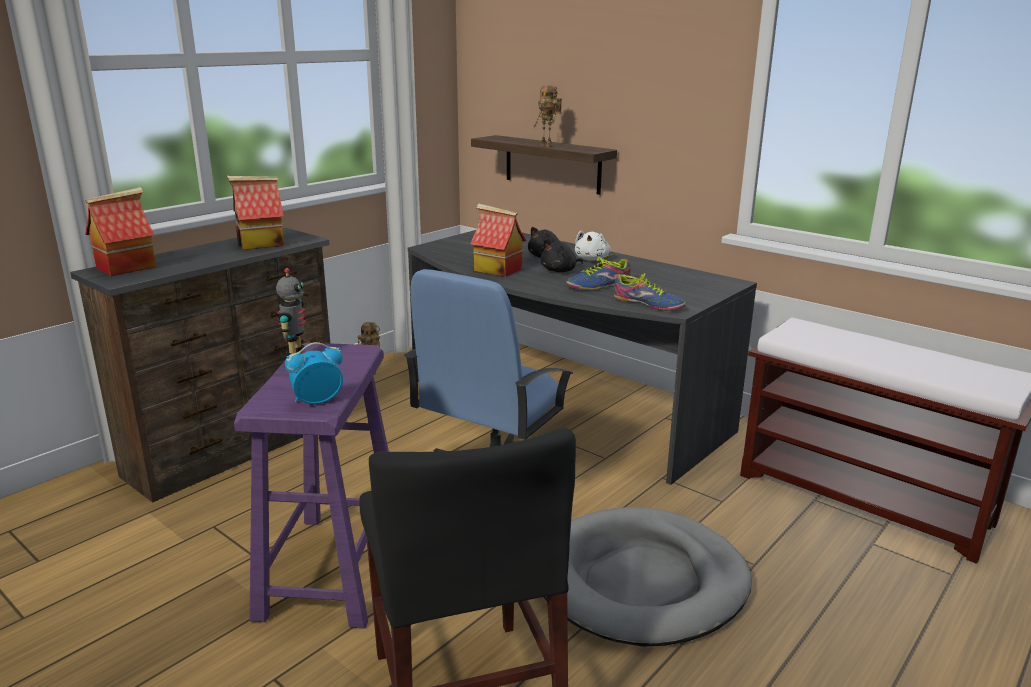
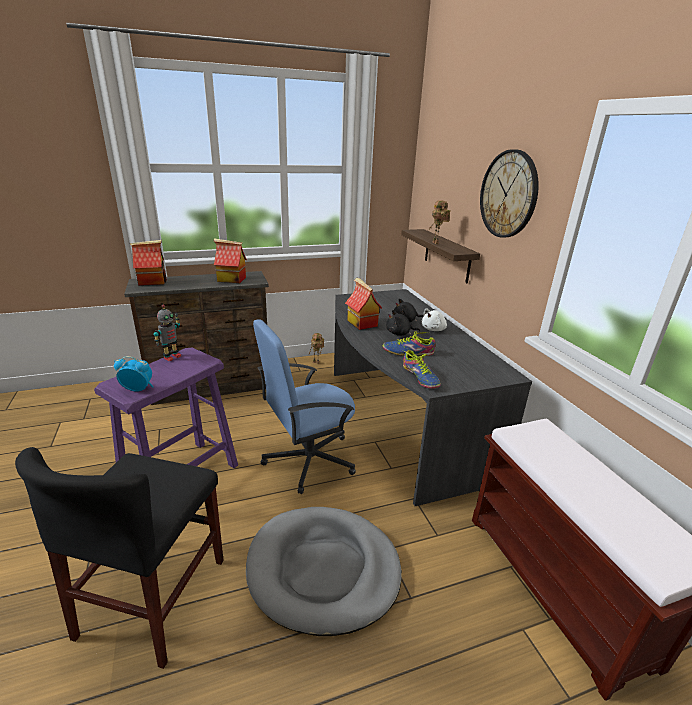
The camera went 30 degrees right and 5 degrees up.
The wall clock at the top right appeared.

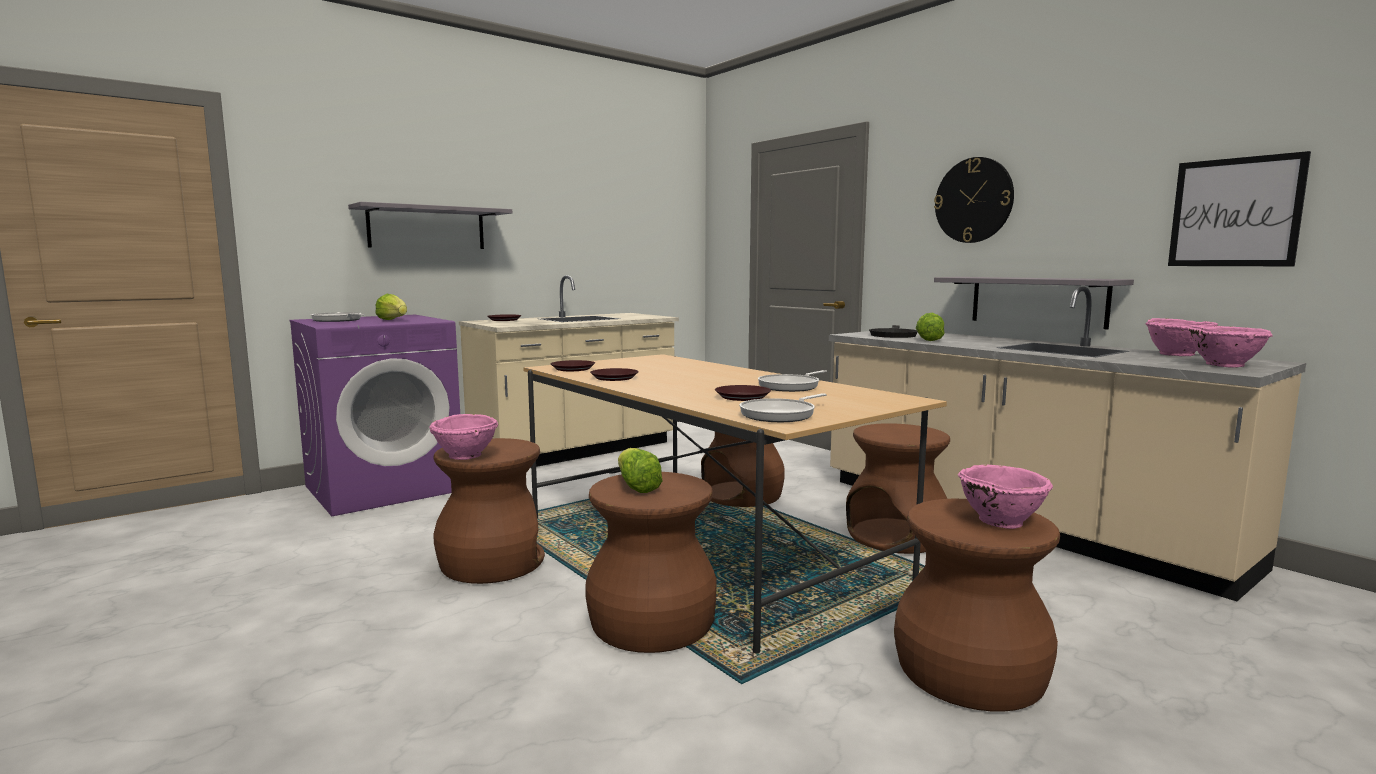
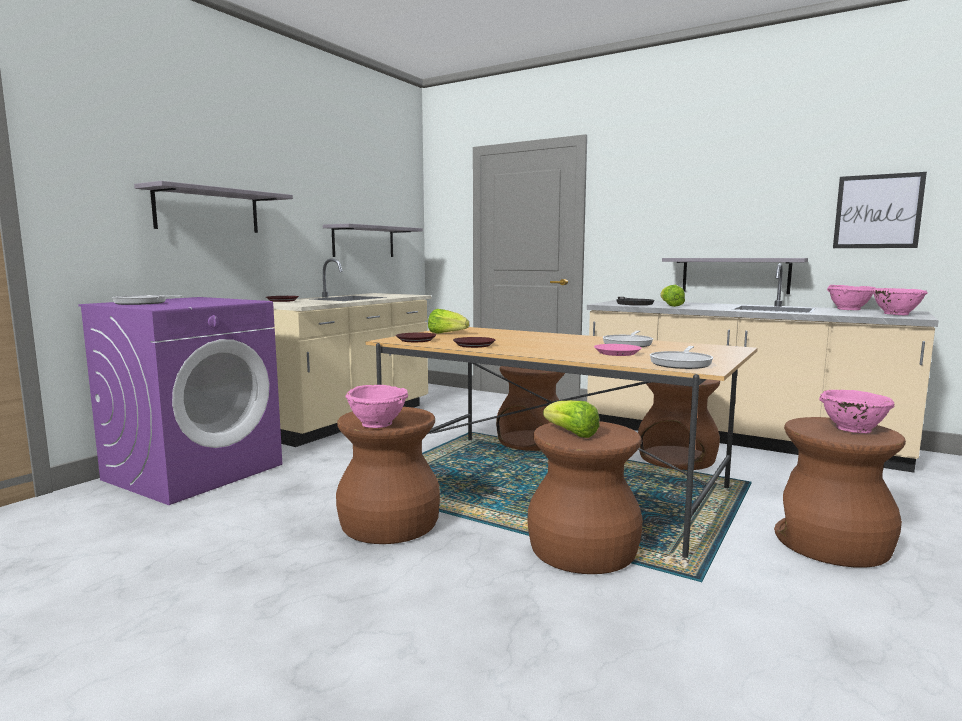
The camera went 20 degrees left and 0 degrees up.
The lettuce (no. 1 from left) moved from the middle left to the centre.
The brown plate (no. 4 from left) at the centre became the pink plate at the centre.
The wall clock at the top right disappeared.
The grey shelf (no. 2 from left) at the top centre appeared.

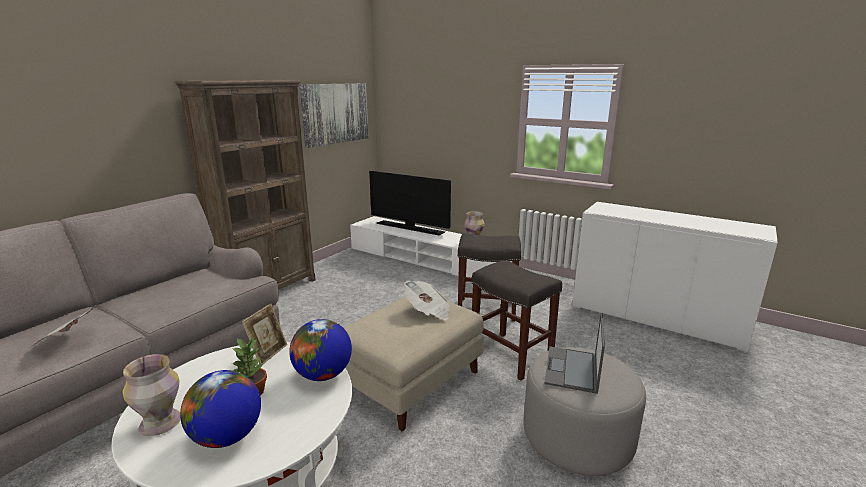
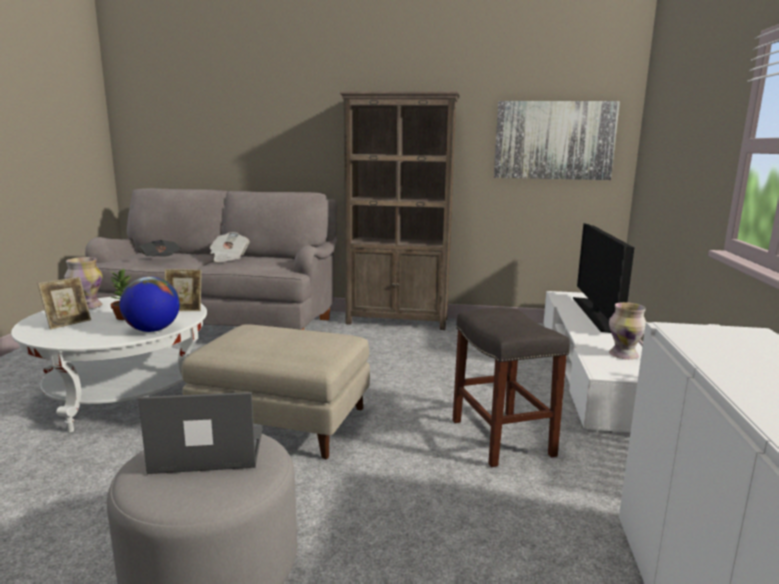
The camera went 65 degrees right and 5 degrees down.
The globe (no. 1 from left) at the bottom left was replaced by the picture frame (no. 1 from left) at the middle left.
The newspaper (no. 2 from left) moved from the centre to the middle left.
The grey stool (no. 2 from left) at the centre disappeared.

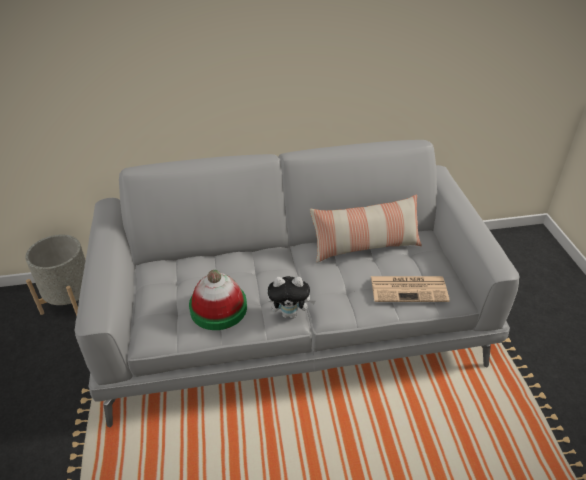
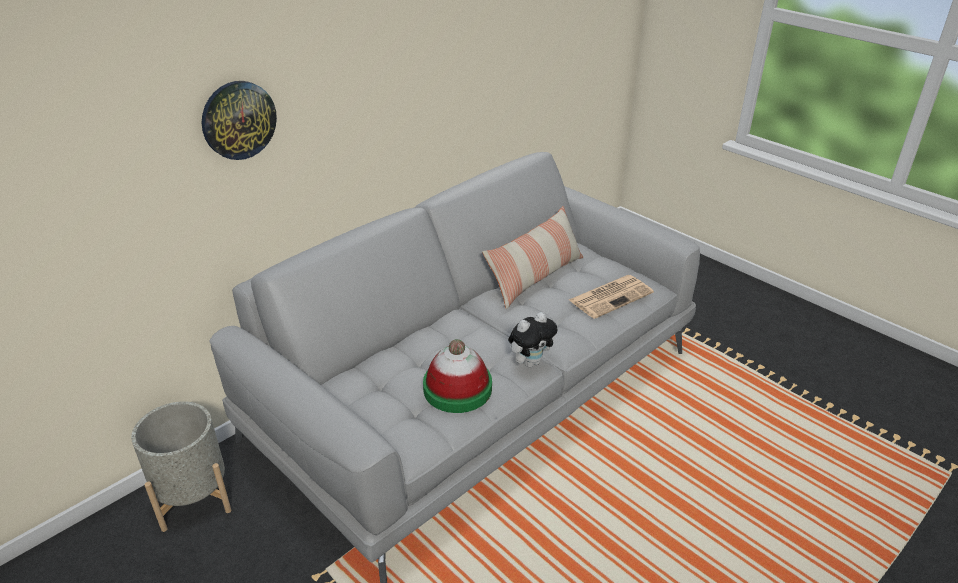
The camera went 35 degrees left and 5 degrees down.
The wall clock at the top left appeared.

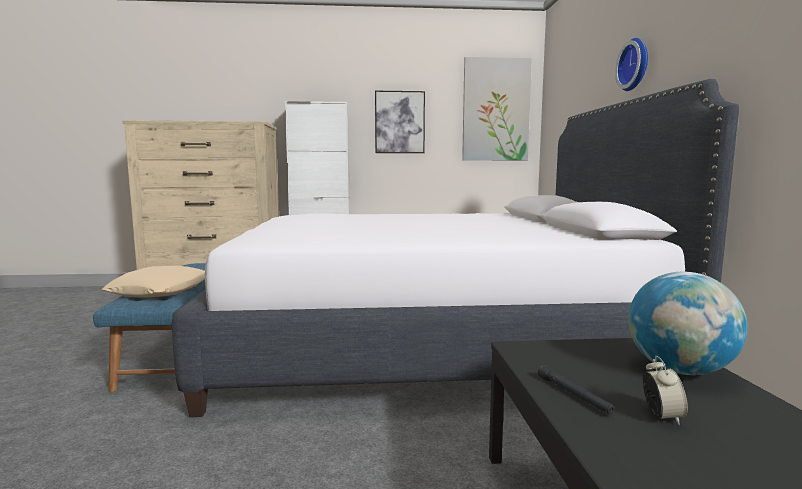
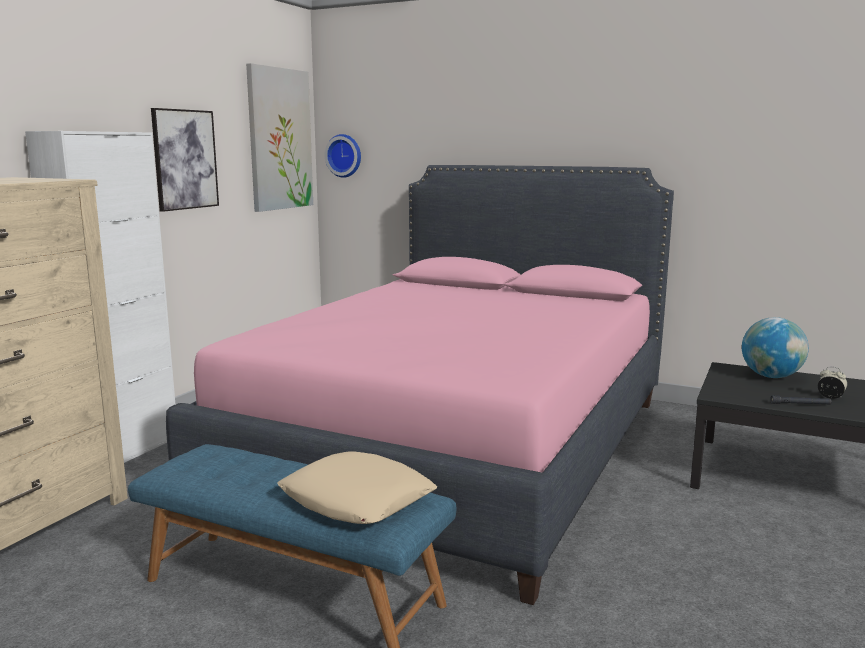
The camera went 60 degrees left and 5 degrees up.
The white bed at the centre became the pink bed at the centre.
The wall clock moved from the top right to the top centre.

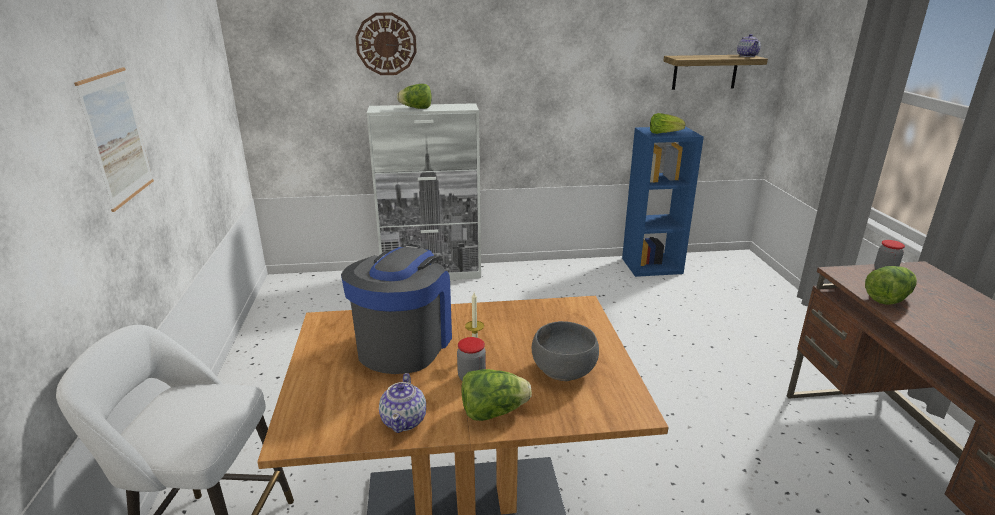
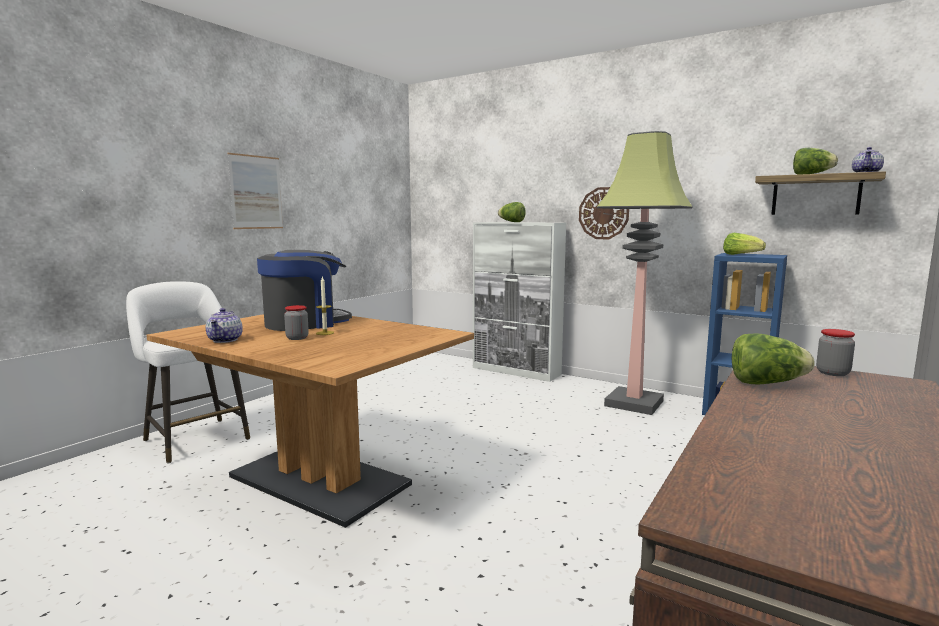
The camera went 40 degrees right and 15 degrees down.
The wall clock moved from the top centre to the centre.
The teapot (no. 1 from left) at the bottom centre turned 45 degrees counterclockwise.
The lettuce (no. 2 from left in the first image) moved from the bottom centre to the top right.
The grey bowl at the bottom centre disappeared.
The floor lamp at the middle right appeared.

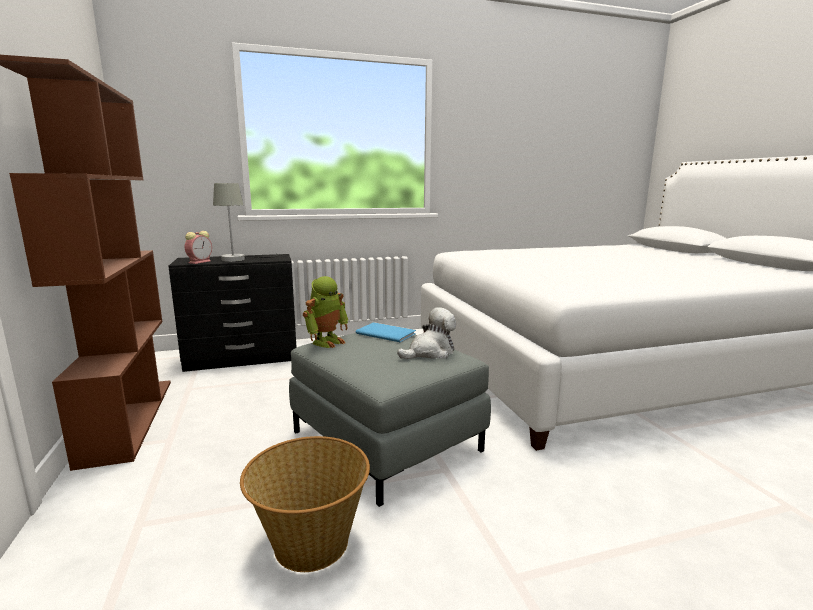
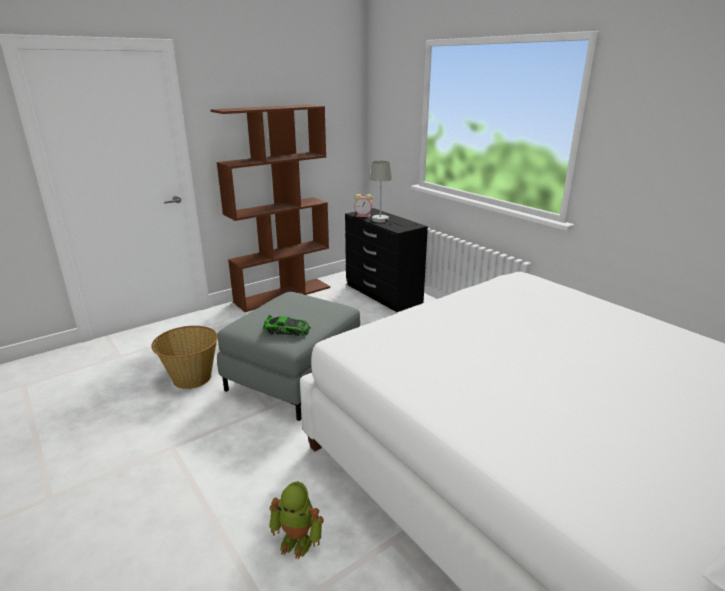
The camera went 70 degrees right and 10 degrees up.
The toy robot moved from the centre to the bottom centre.
The blue book at the centre disappeared.
The plush toy at the centre was replaced by the toy car at the centre.

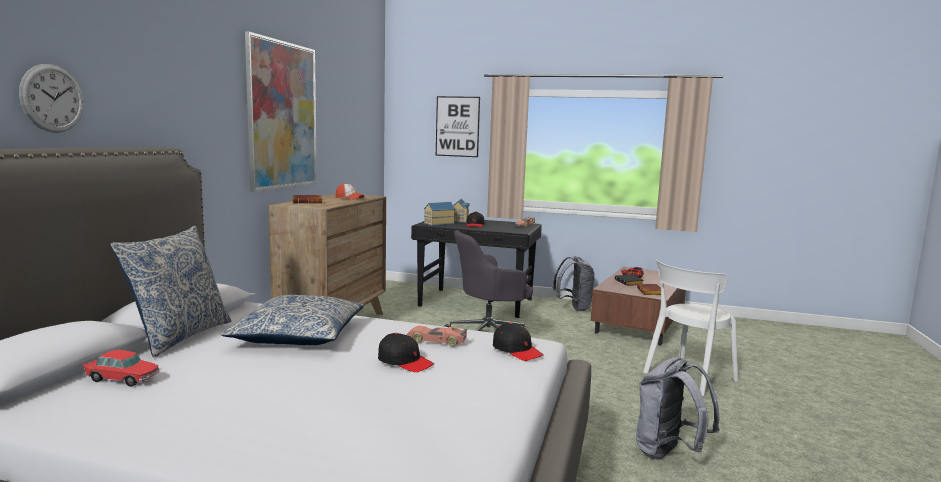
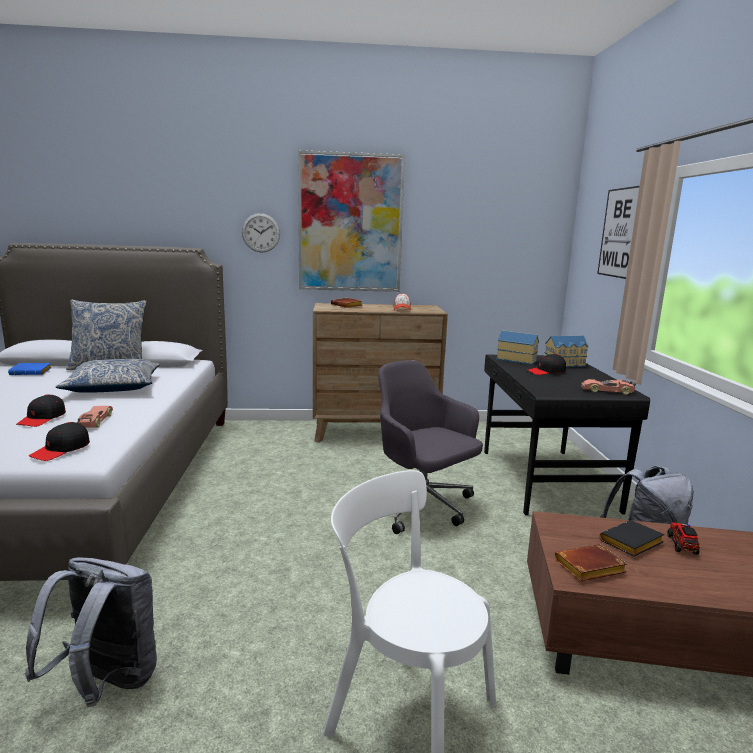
The camera went 70 degrees right and 5 degrees up.
The wall clock moved from the top left to the top centre.
The toy car (no. 1 from left) at the bottom left was replaced by the blue book at the middle left.

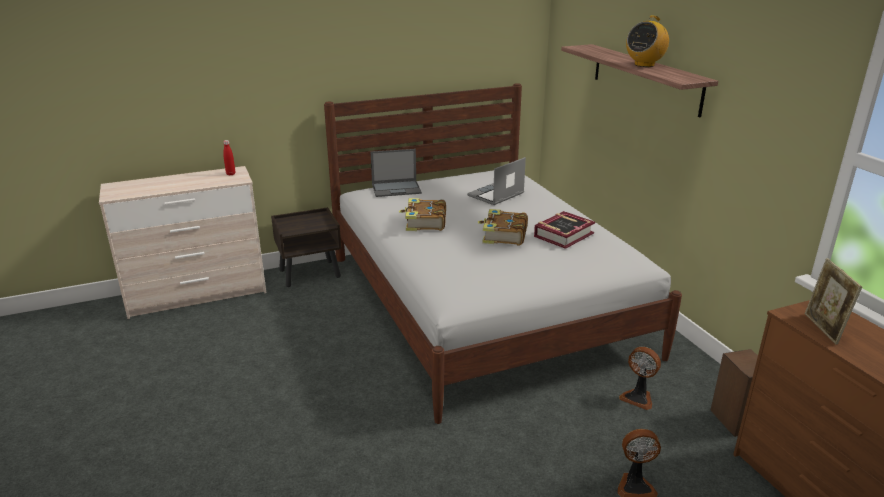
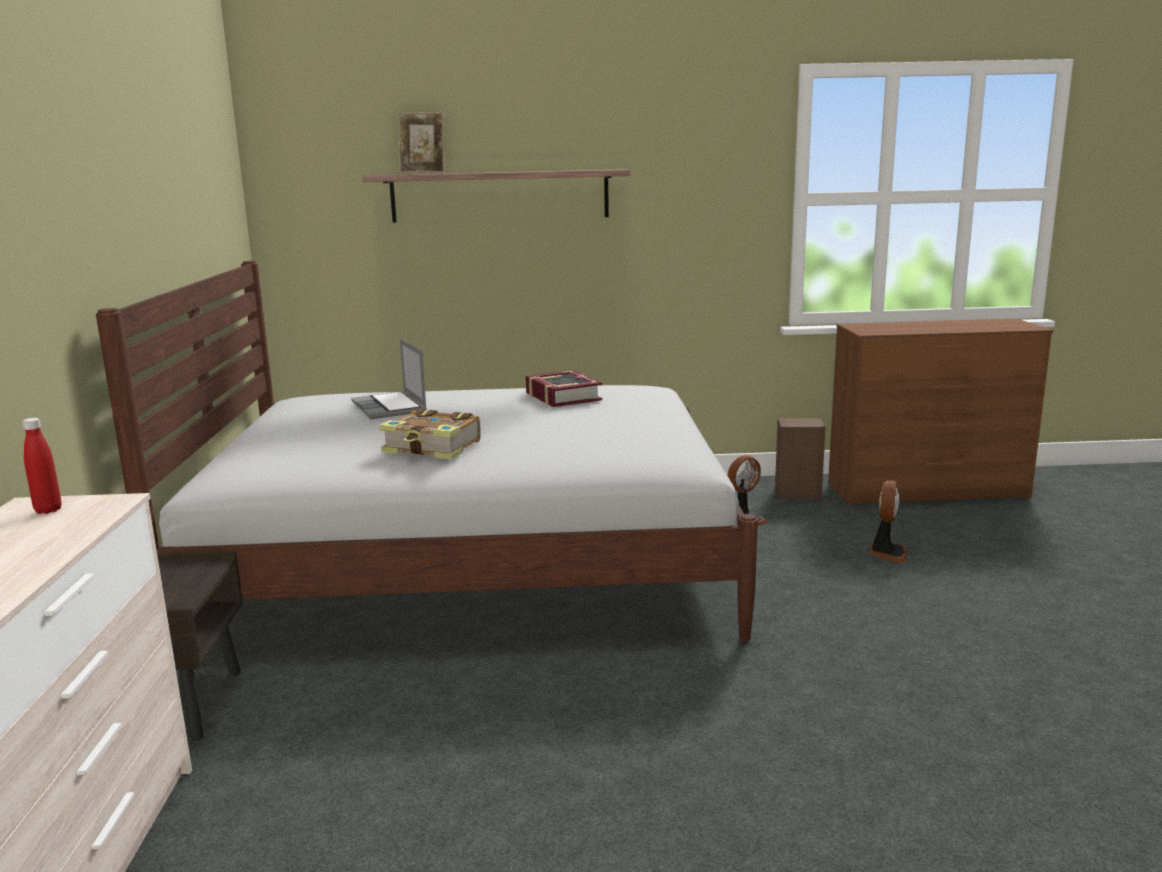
The camera went 70 degrees left and 10 degrees down.
The laptop (no. 1 from left) at the centre disappeared.
The book (no. 2 from left) at the centre disappeared.
The radio at the top right disappeared.
The picture frame moved from the middle right to the top centre.

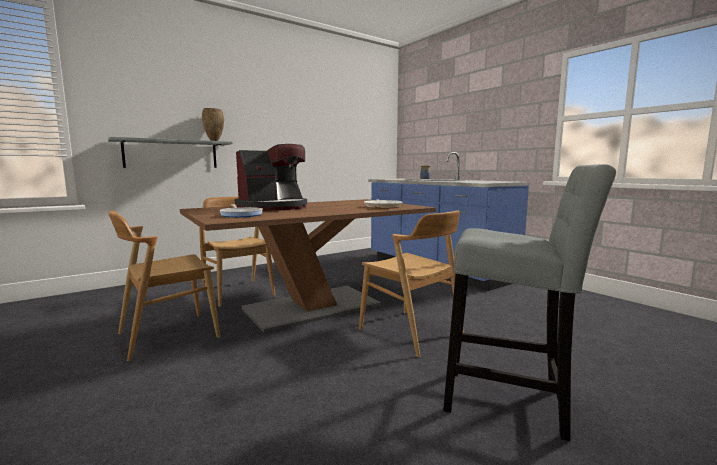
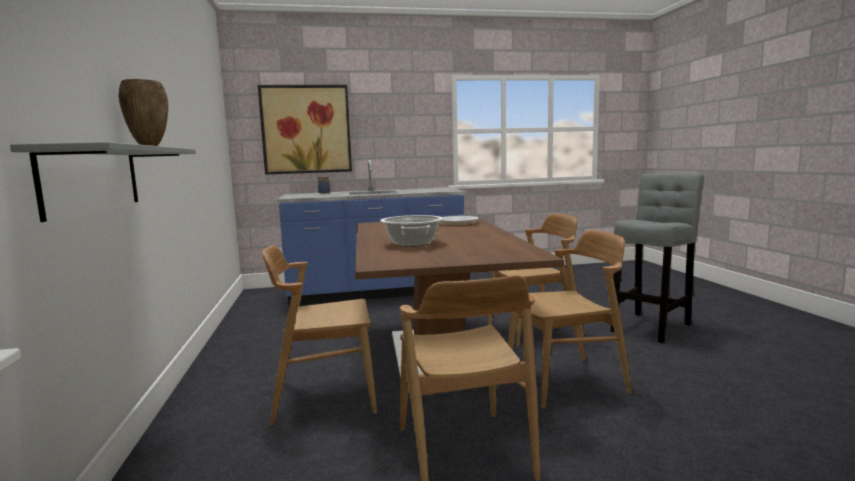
The camera went 65 degrees left and 0 degrees up.
The frying pan (no. 1 from left) at the centre disappeared.
The coffee machine at the centre was replaced by the cooking pot at the centre.
The picture at the top centre appeared.
The brown chair (no. 4 from left) at the middle right appeared.

